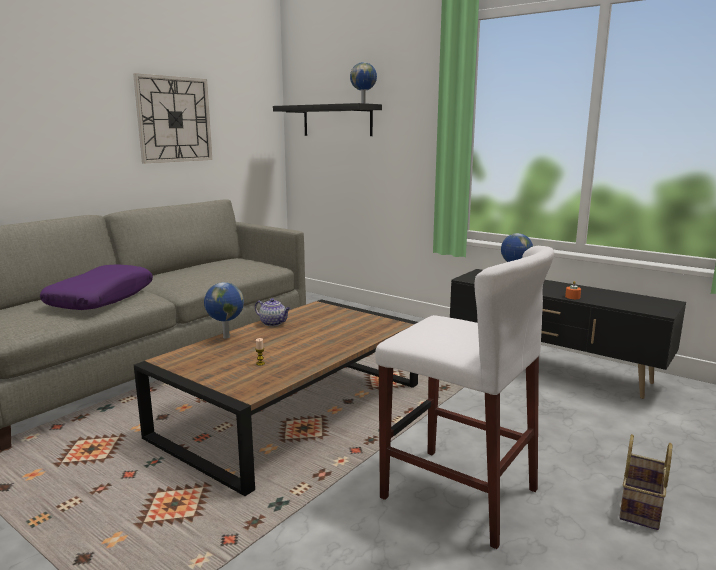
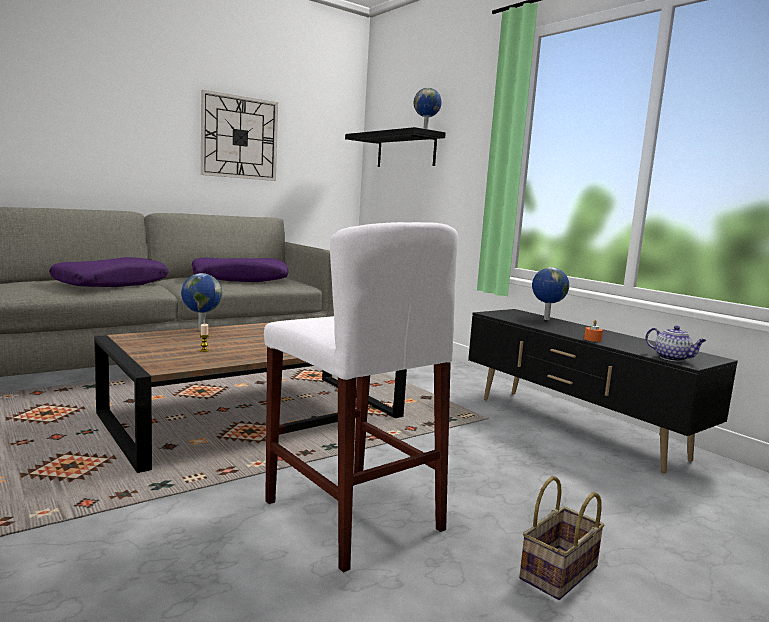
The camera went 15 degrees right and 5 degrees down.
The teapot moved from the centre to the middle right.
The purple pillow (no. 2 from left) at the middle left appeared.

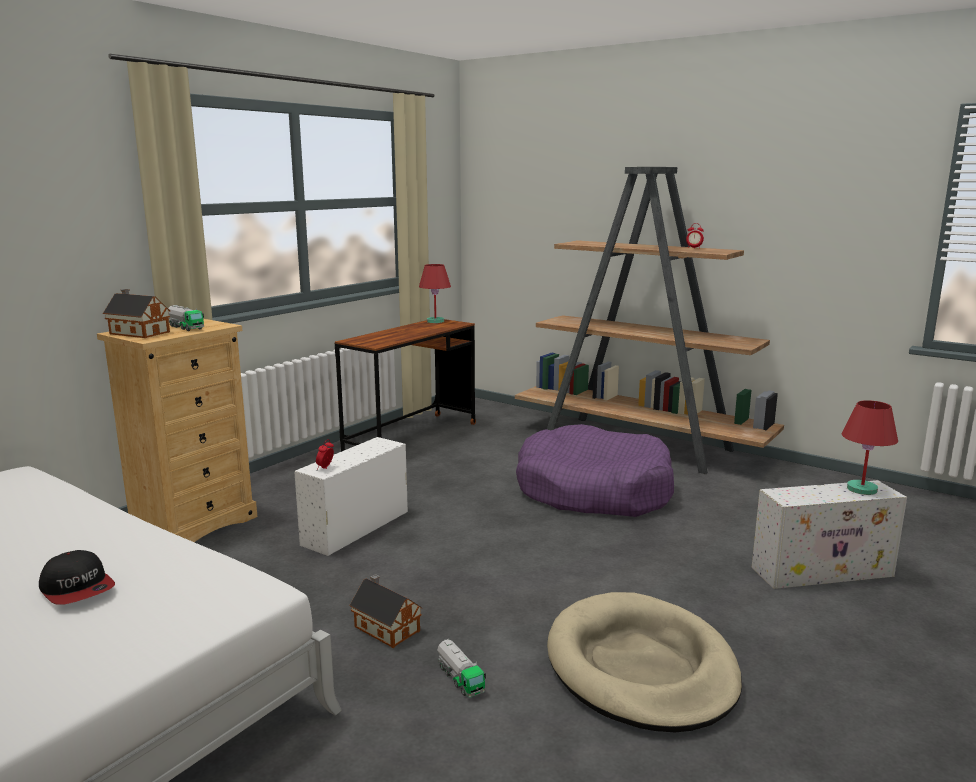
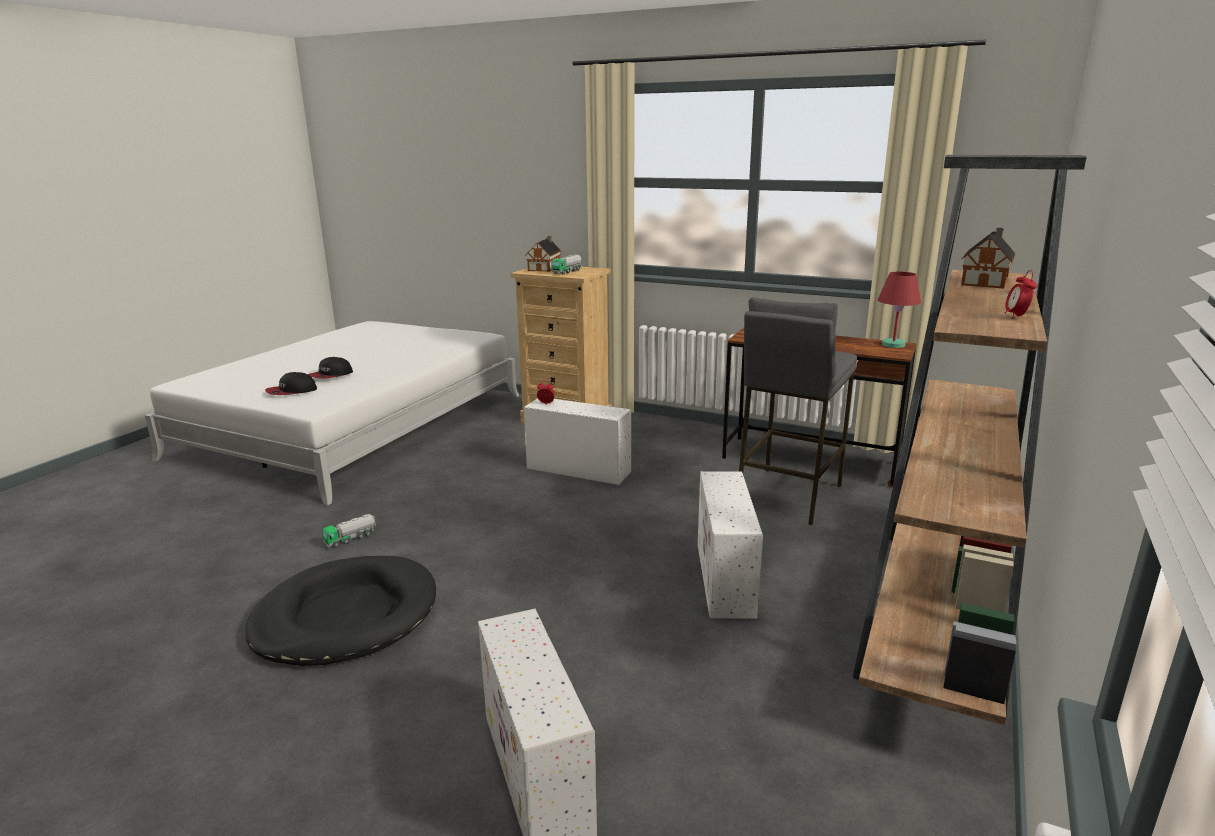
The camera went 80 degrees right and 5 degrees up.
The toy house (no. 2 from left) moved from the bottom centre to the top right.
The purple dog bed at the centre was replaced by the white storage box (no. 3 from left) at the centre.
The beige dog bed at the bottom centre became the black dog bed at the bottom left.
The red table lamp (no. 2 from left) at the middle right disappeared.
The cap (no. 1 from left) at the middle left appeared.
The grey stool at the centre appeared.

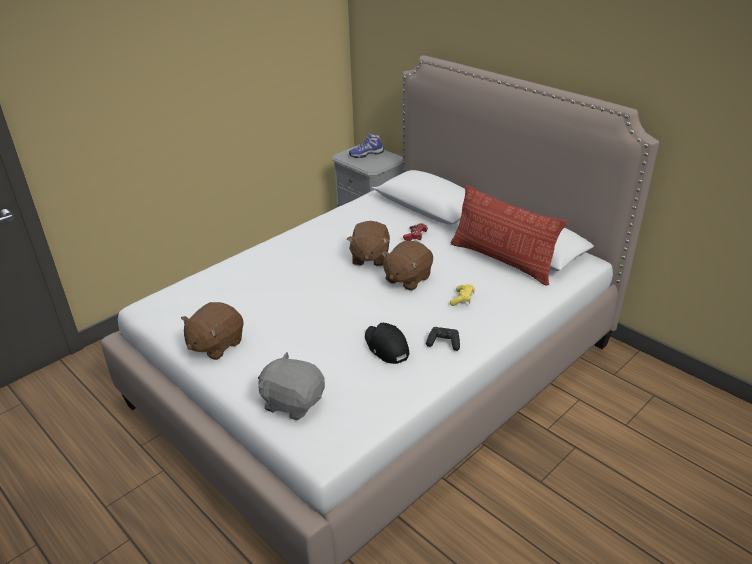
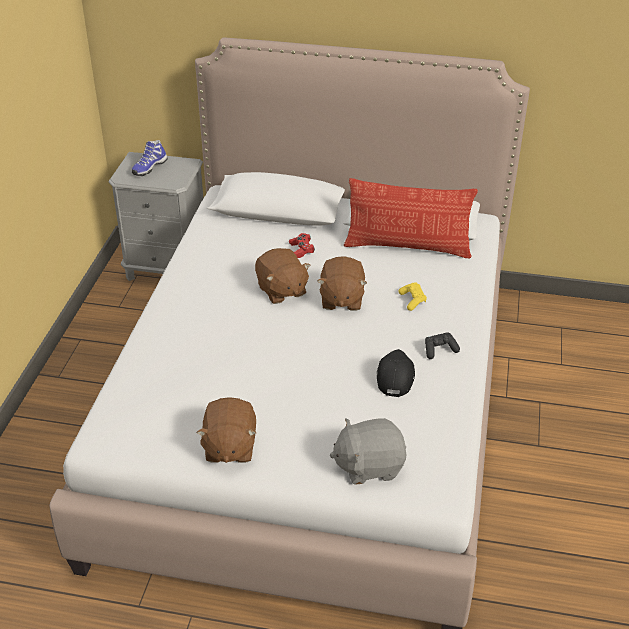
The camera went 35 degrees left and 5 degrees up.
The black cap at the centre turned 75 degrees clockwise.

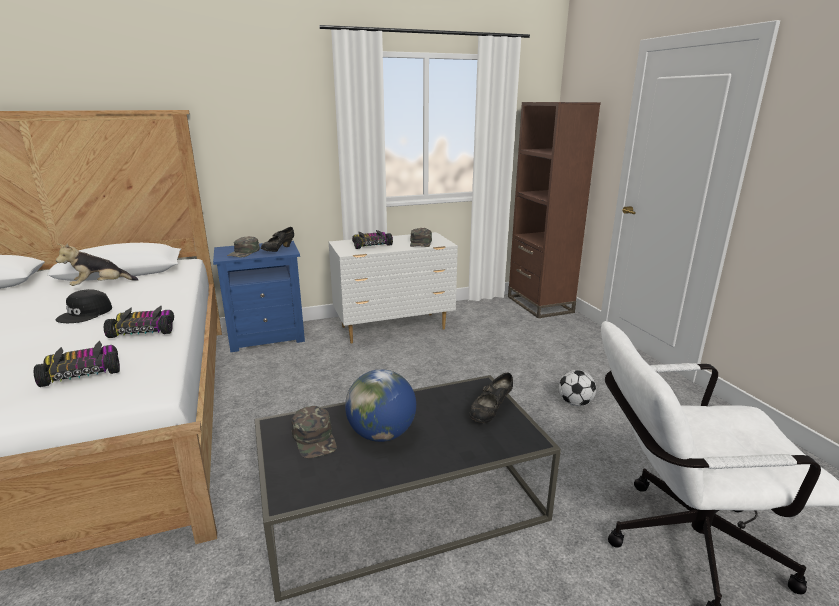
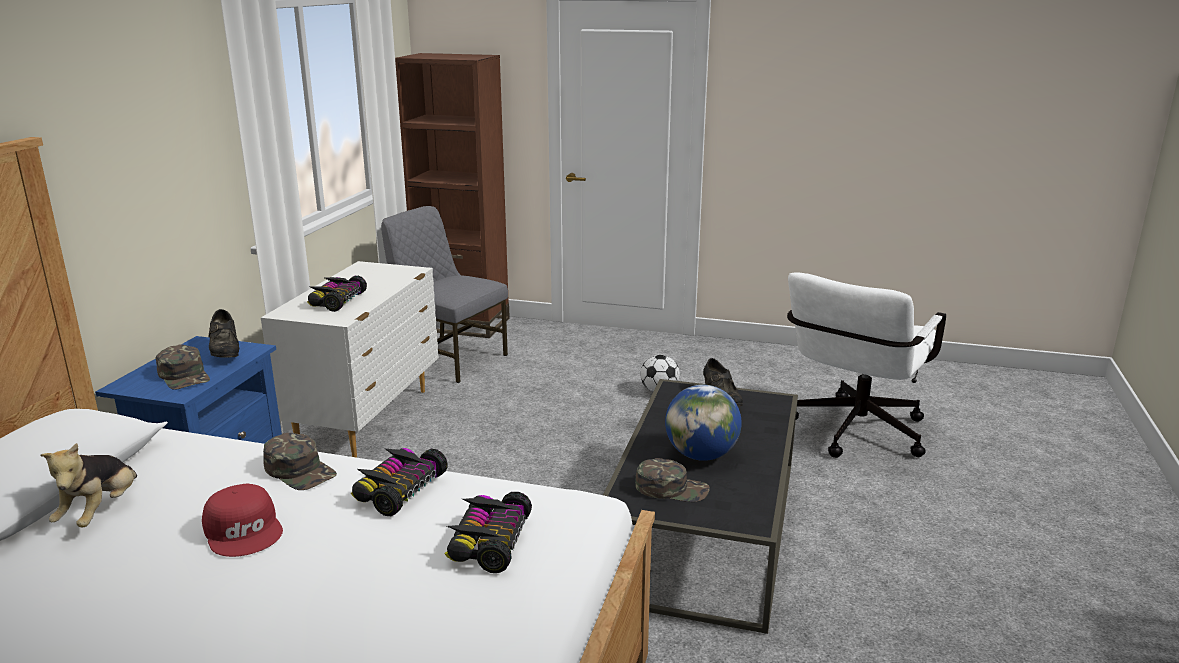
The camera went 55 degrees left and 0 degrees up.
The black cap at the middle left became the red cap at the bottom left.
The green cap (no. 3 from left in the first image) moved from the centre to the bottom left.
The grey chair at the centre appeared.

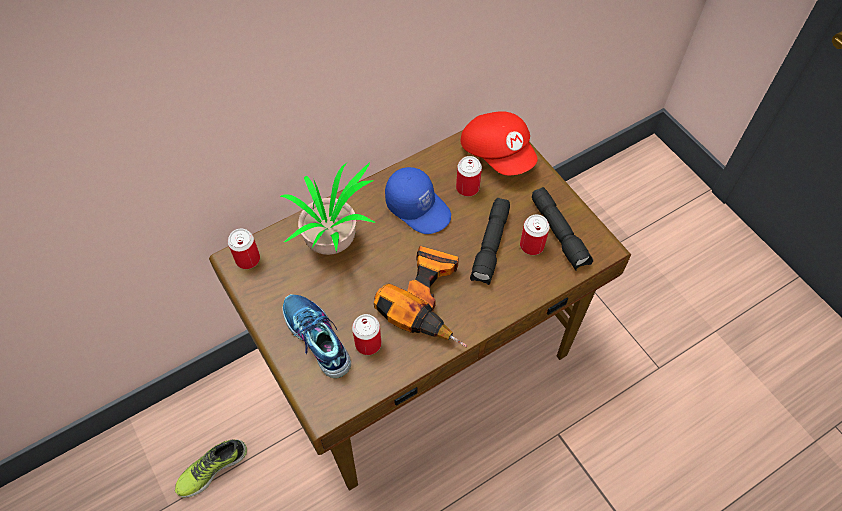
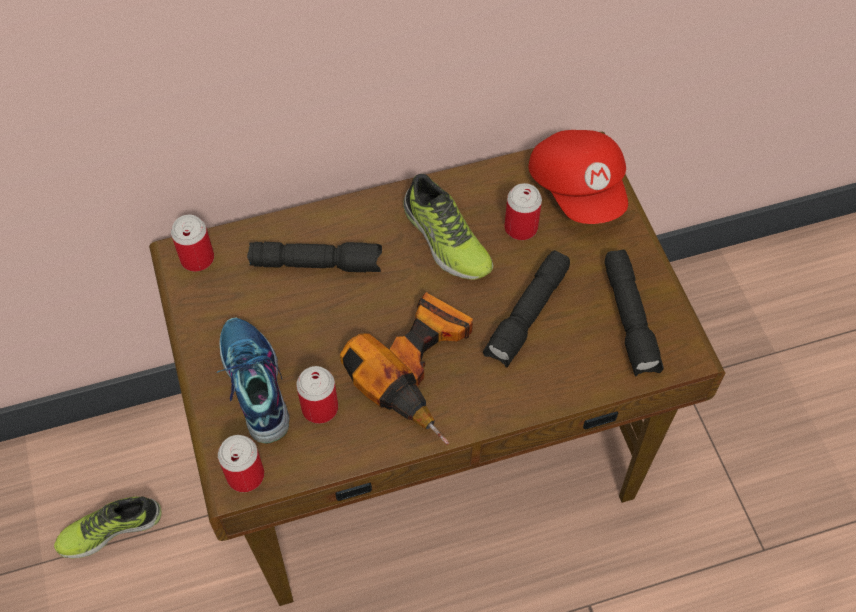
The camera went 15 degrees right and 0 degrees up.
The potted plant at the centre was replaced by the black flashlight (no. 1 from left) at the centre.
The blue cap at the centre was replaced by the shoe (no. 3 from left) at the centre.
The can (no. 4 from left in the first image) moved from the centre to the bottom left.

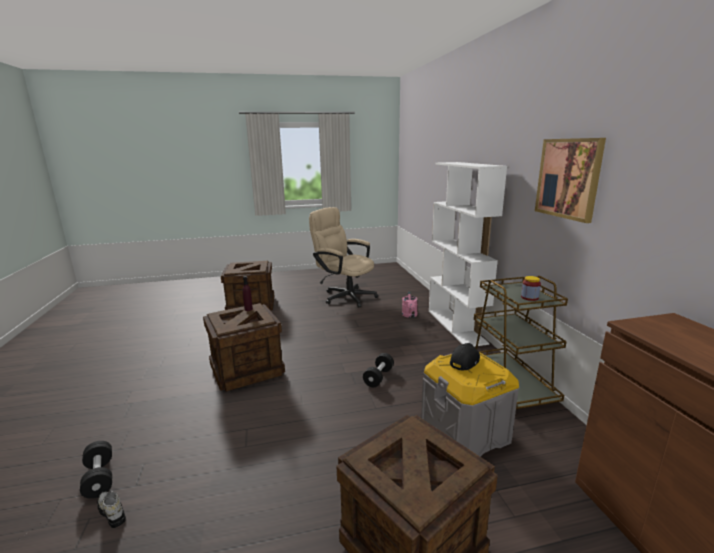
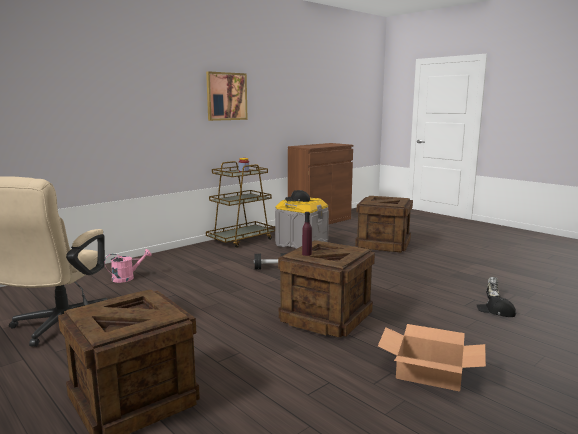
The camera went 120 degrees left and 5 degrees down.
The black dumbbell (no. 1 from left) at the bottom left was replaced by the black cap (no. 2 from left) at the bottom right.
The white bookcase at the centre disappeared.
The cardboard box at the bottom right appeared.

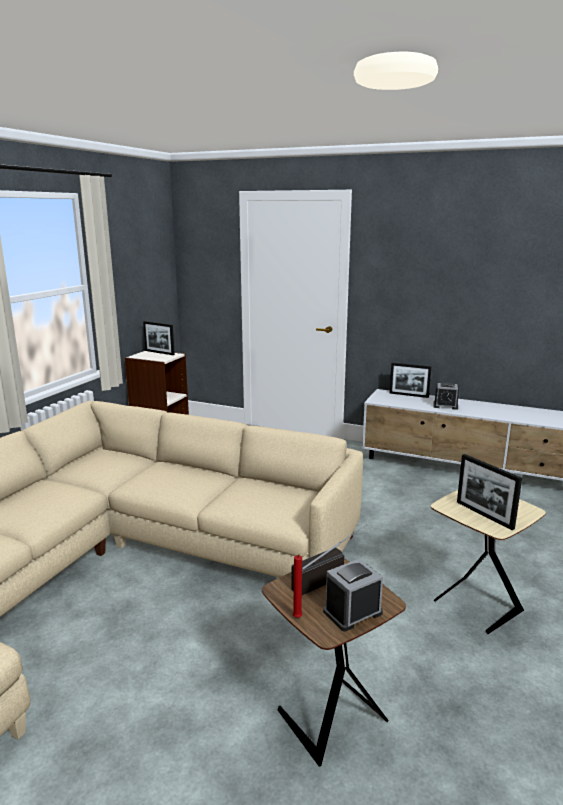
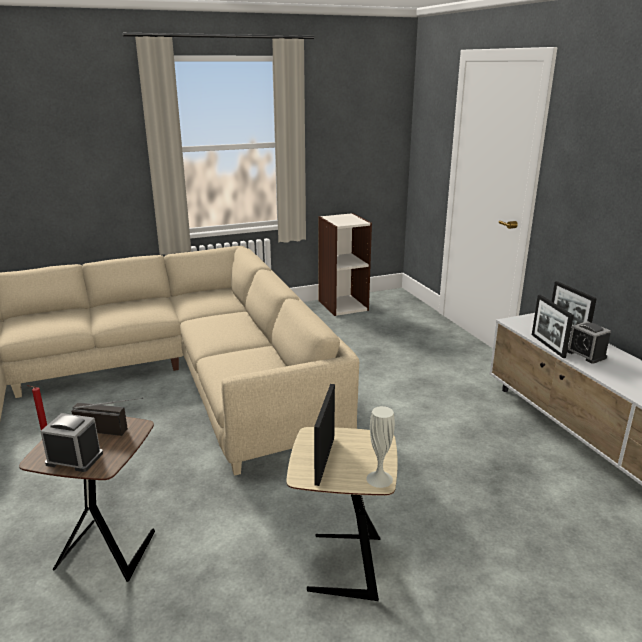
The camera went 45 degrees right and 5 degrees up.
The picture frame (no. 1 from left in the first image) moved from the middle left to the middle right.
The white vase at the bottom centre appeared.

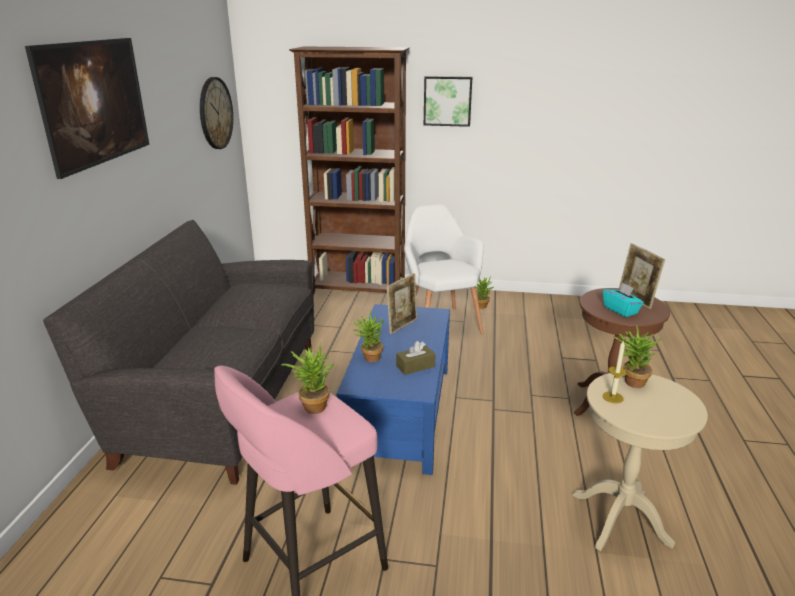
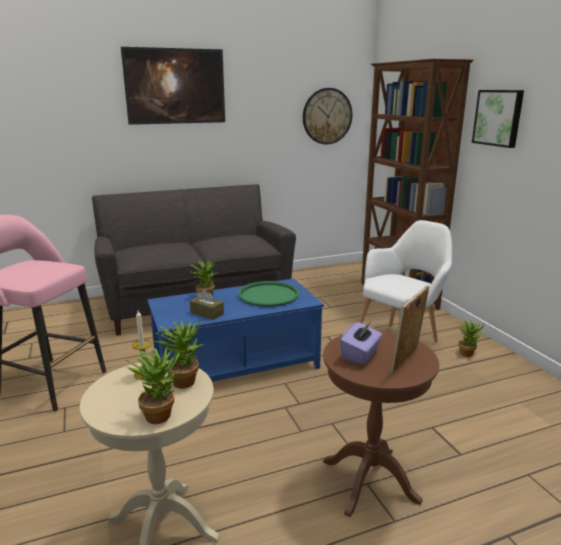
The camera went 60 degrees right and 5 degrees down.
The potted plant (no. 1 from left) moved from the centre to the bottom left.
The picture frame (no. 1 from left) at the centre was replaced by the green tray at the centre.
The turquoise tissue box at the middle right became the purple tissue box at the centre.

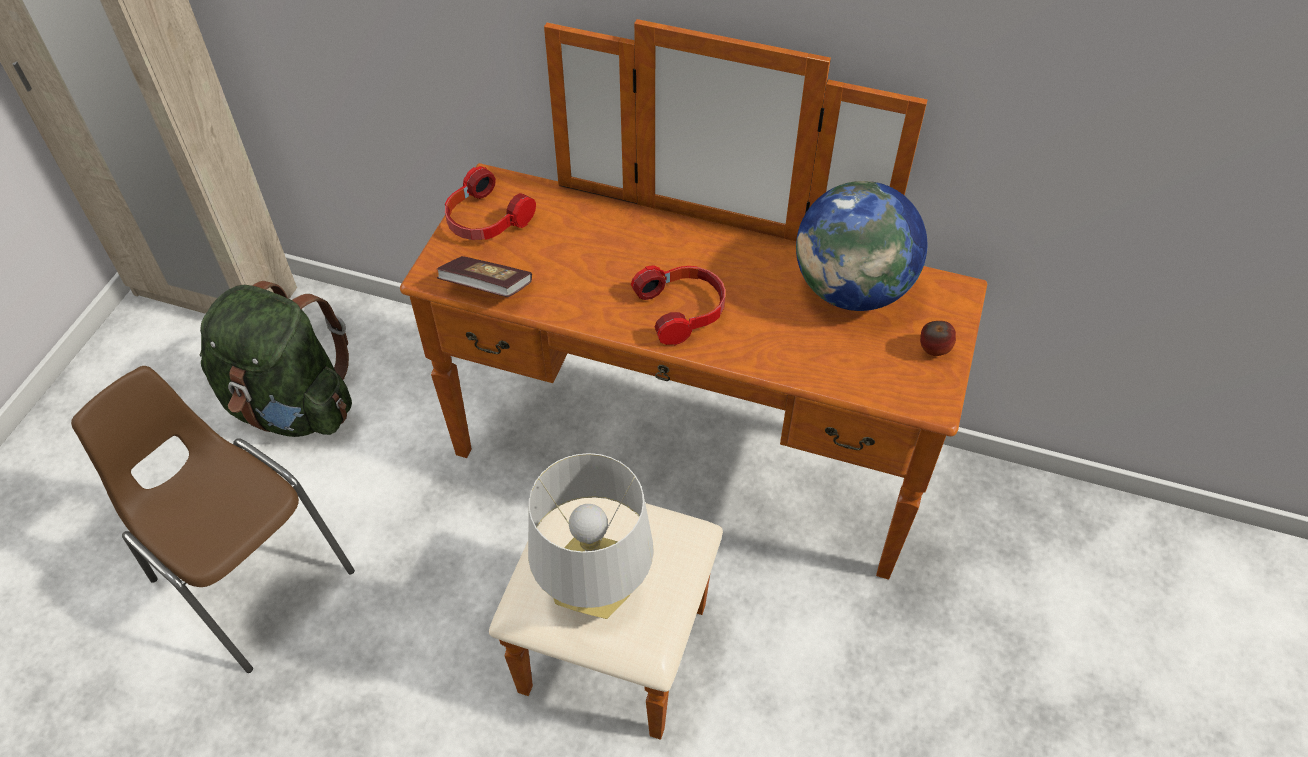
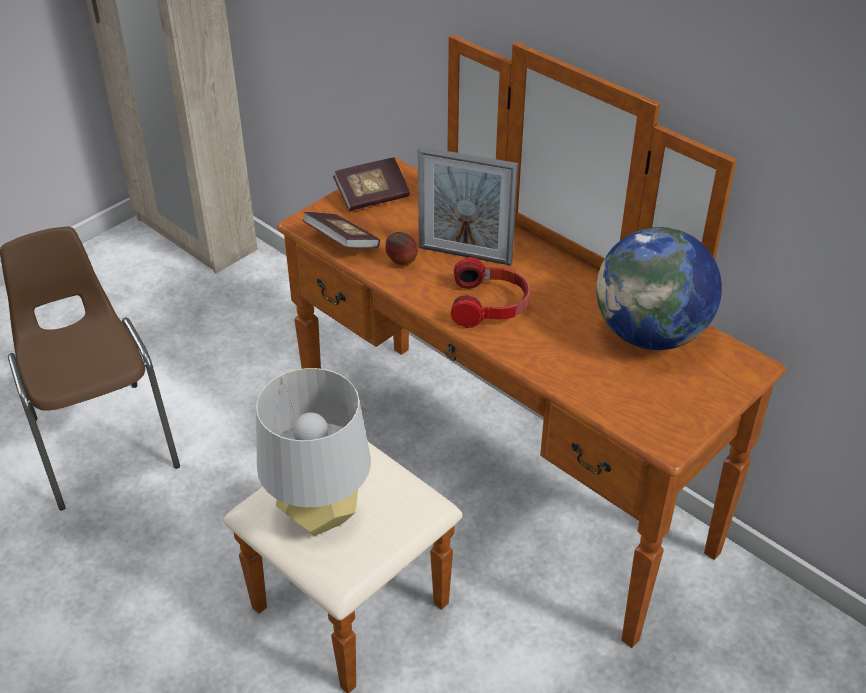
The camera went 25 degrees right and 10 degrees down.
The green backpack at the middle left disappeared.
The headphones (no. 1 from left) at the top centre was replaced by the book (no. 2 from left) at the top centre.
The apple moved from the middle right to the centre.
The picture frame at the top centre appeared.

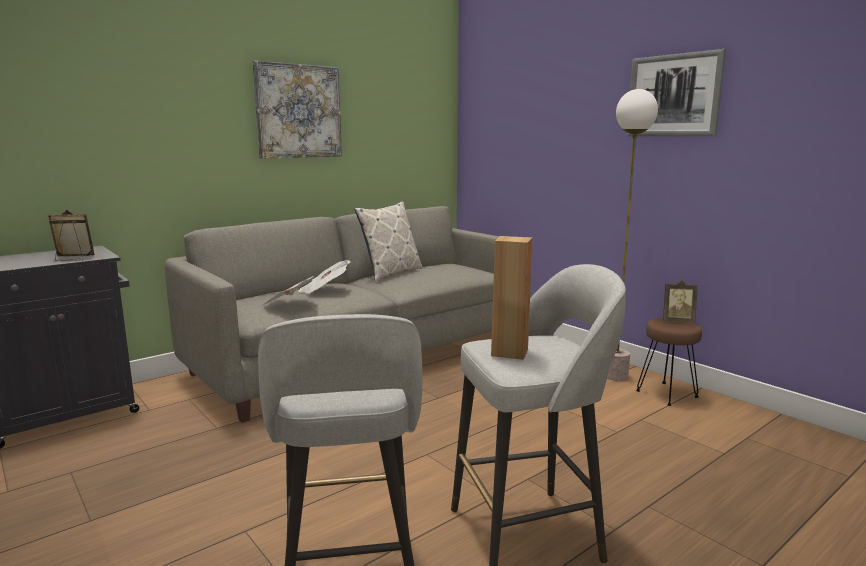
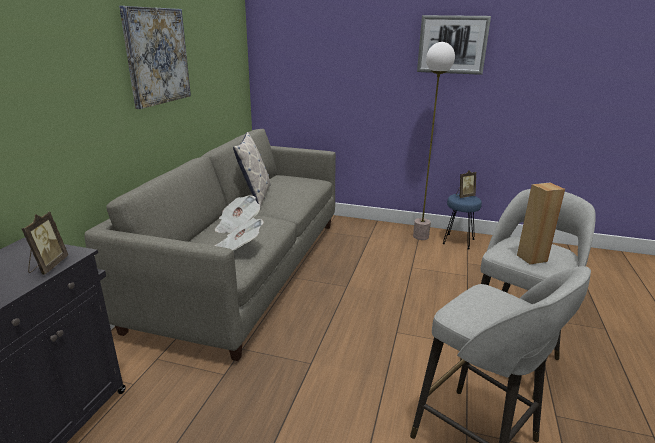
The camera went 35 degrees left and 10 degrees up.
The picture frame (no. 1 from left) at the middle left turned 135 degrees clockwise.
The brown stool at the middle right became the blue stool at the middle right.

